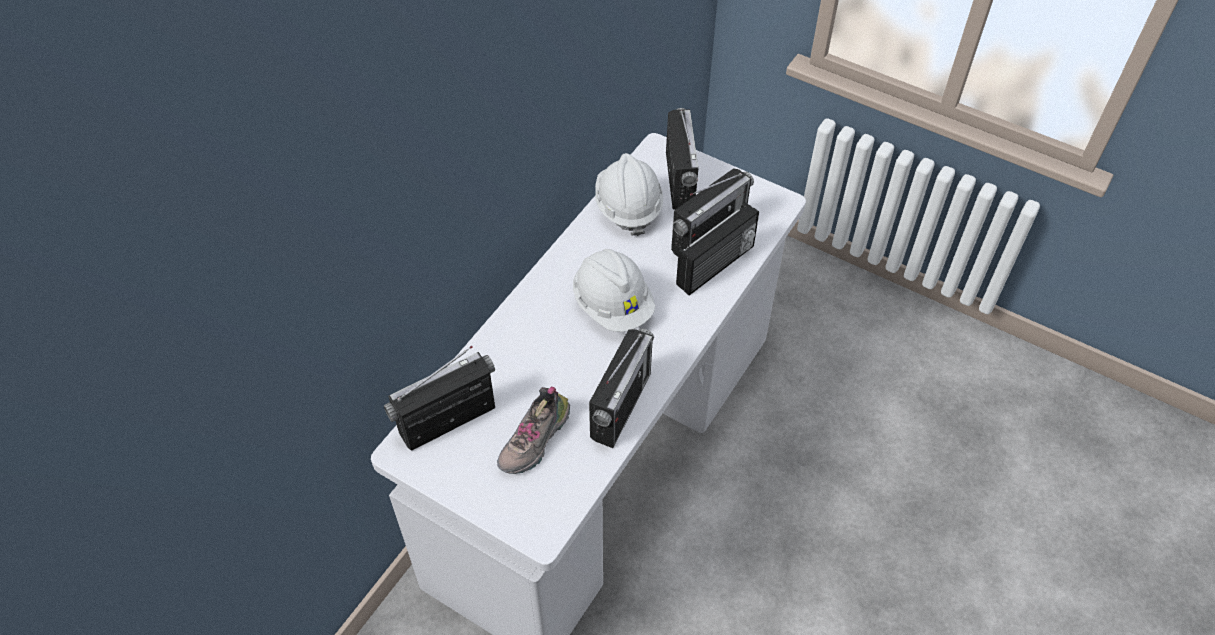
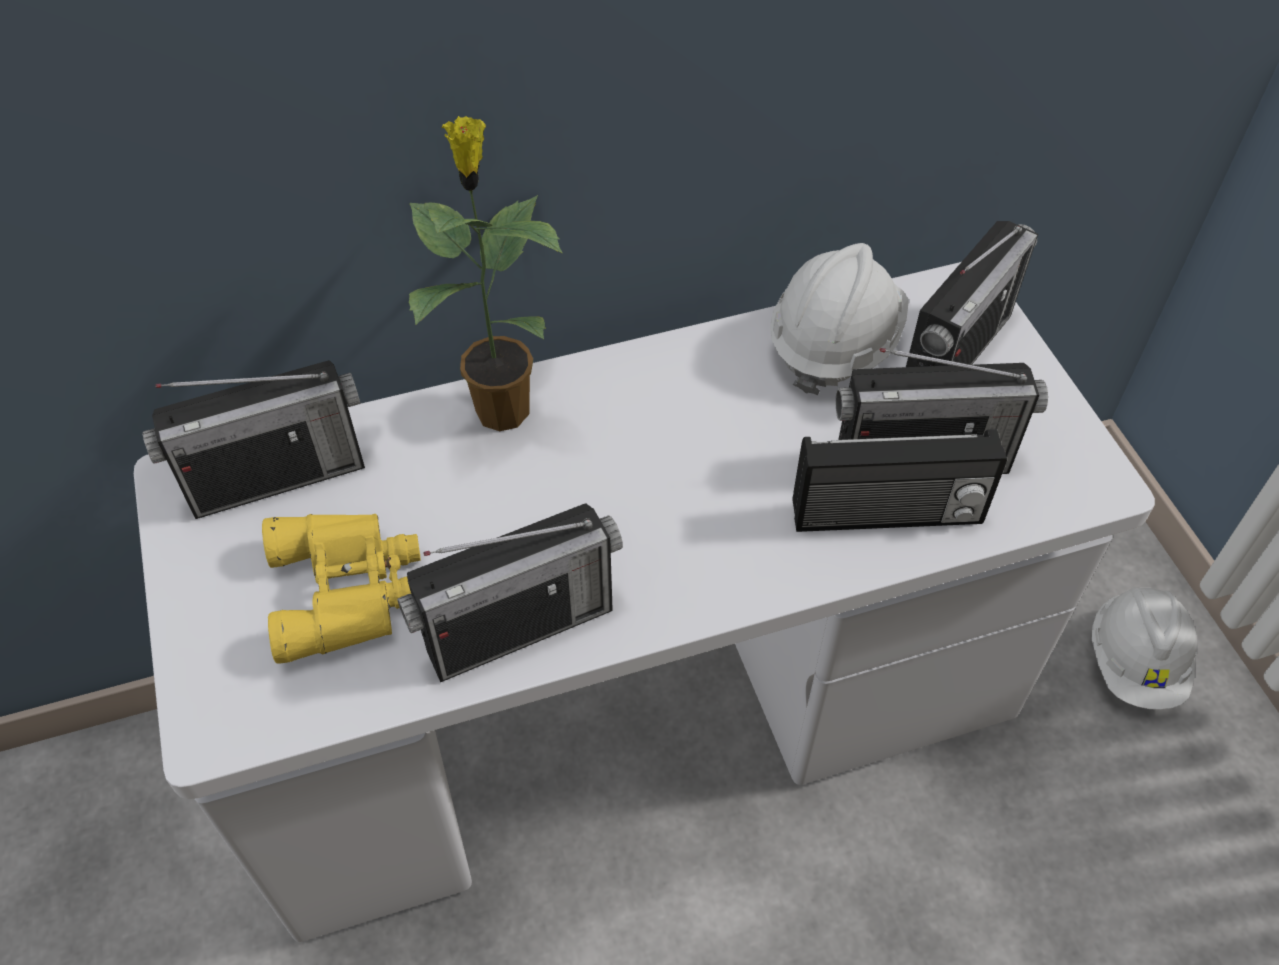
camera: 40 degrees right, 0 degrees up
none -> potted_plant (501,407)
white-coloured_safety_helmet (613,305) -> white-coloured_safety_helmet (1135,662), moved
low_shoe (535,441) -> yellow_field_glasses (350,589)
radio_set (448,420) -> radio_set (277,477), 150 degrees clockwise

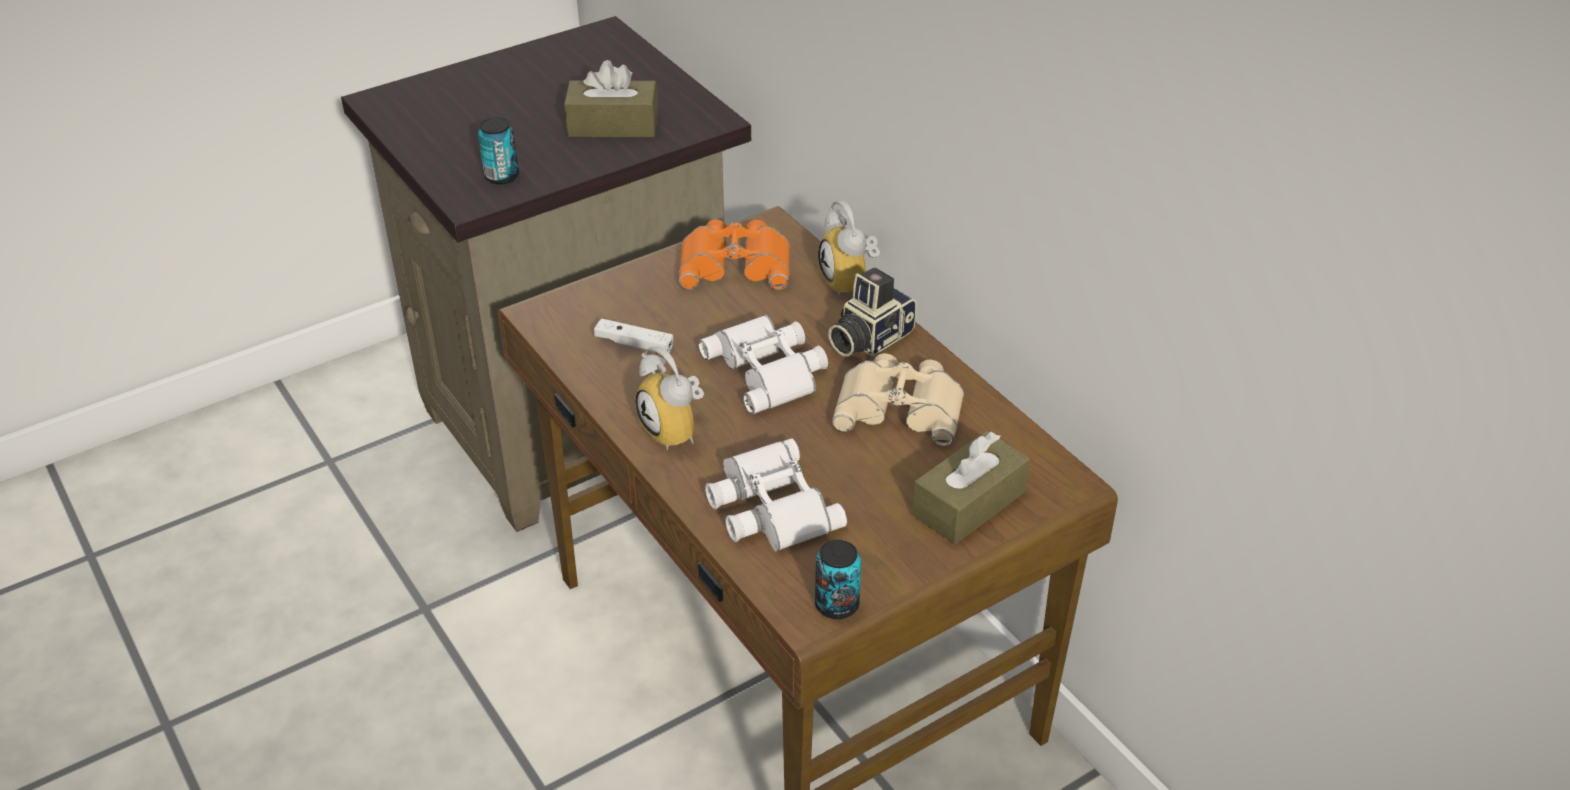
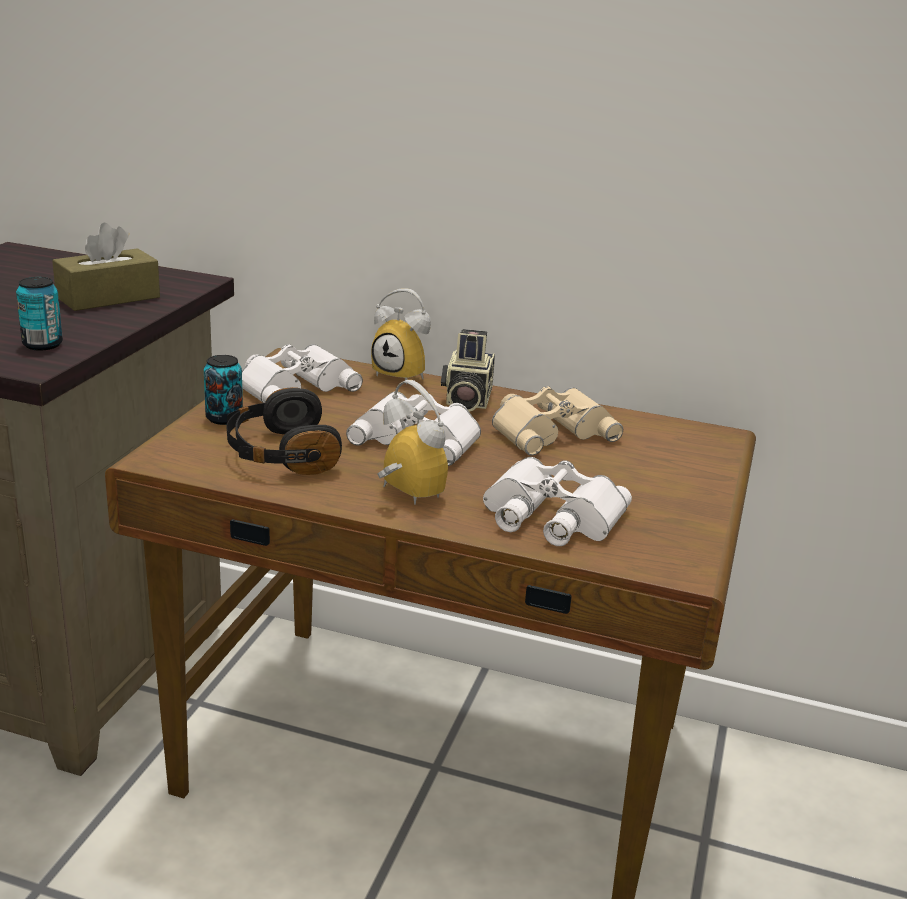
camera: 40 degrees left, 15 degrees down
brown_box_of_tissues (969,503) -> none
can (837,605) -> can (224,418), moved
white-coloured_joypad (634,344) -> black-coloured_headset (280,454)
orange-coloured_field_glasses (736,263) -> white-coloured_field_glasses (294,385)
alarm_clock (677,430) -> alarm_clock (402,495), 150 degrees counterclockwise

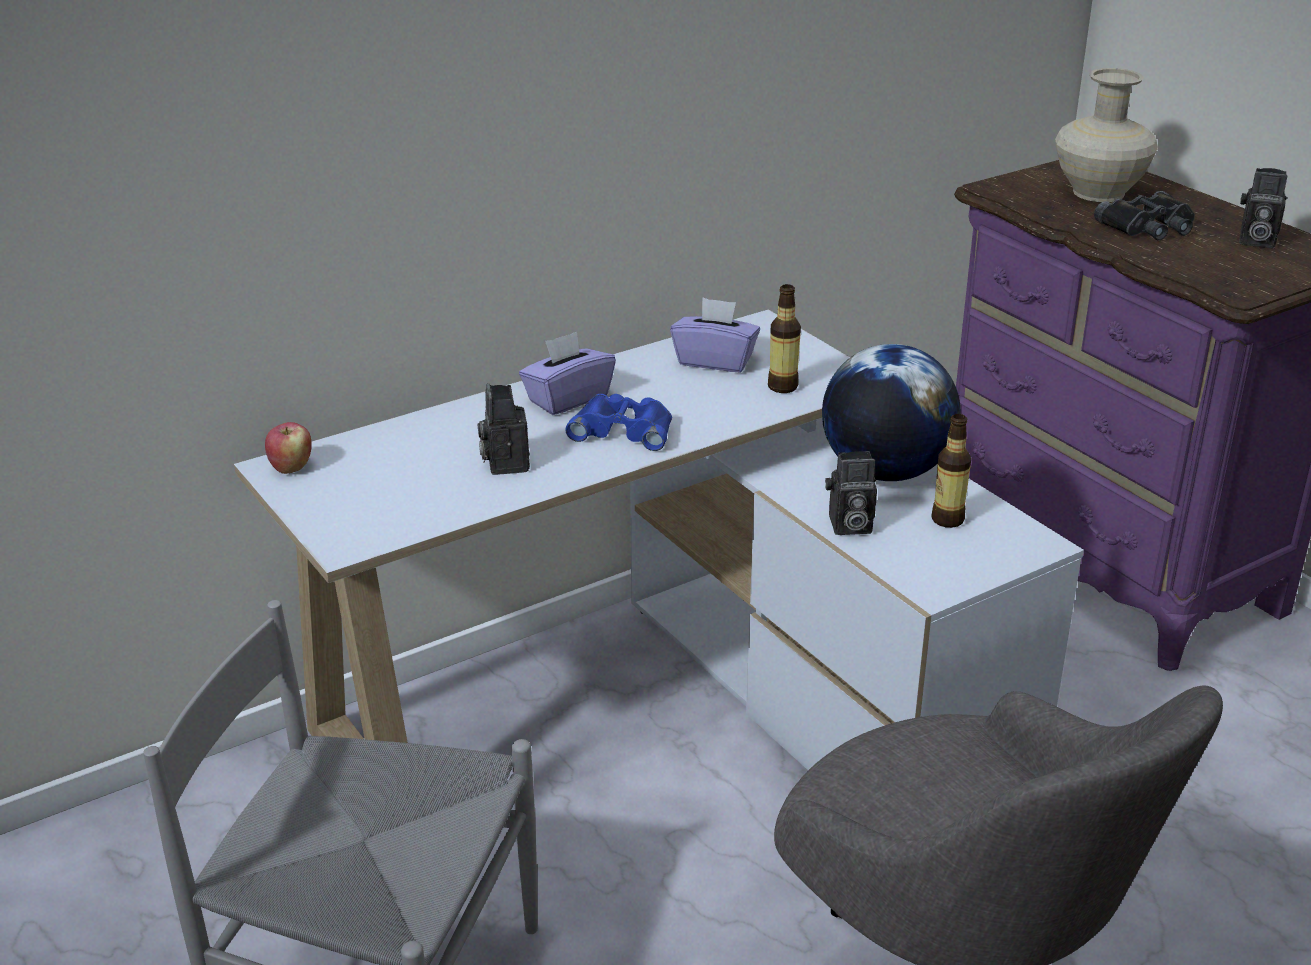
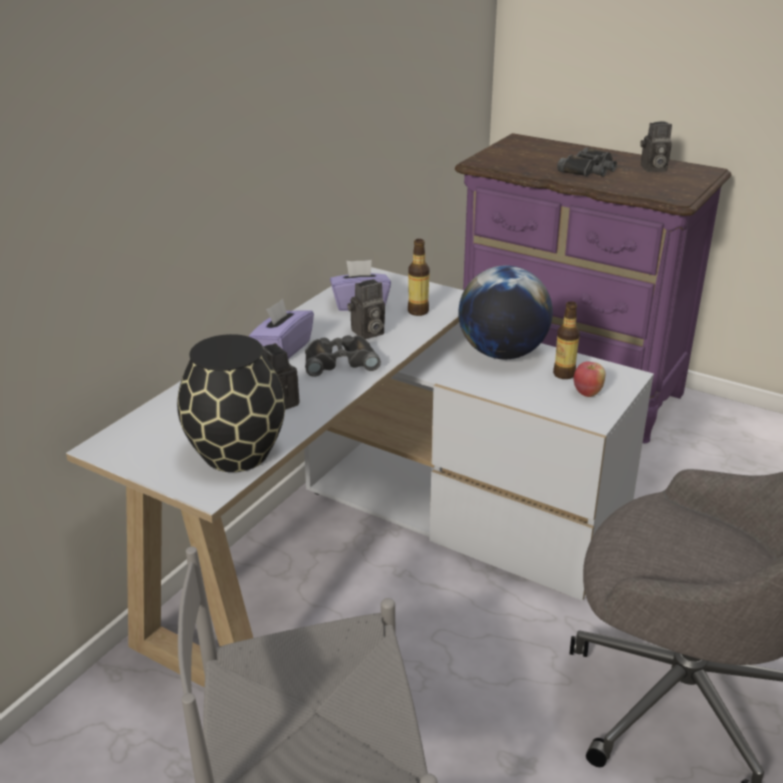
camera: 25 degrees left, 0 degrees up
beige_vase (1097,193) -> none
none -> black-coloured_vase (235,454)
whole_apple (291,468) -> whole_apple (587,392), moved
still_camera (848,526) -> still_camera (367,333), moved
bluish_field_glasses (623,430) -> black-coloured_field_glasses (339,361)

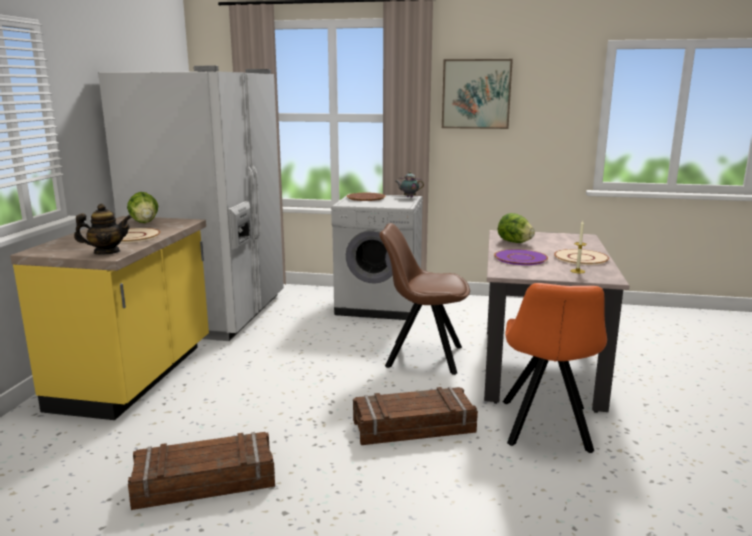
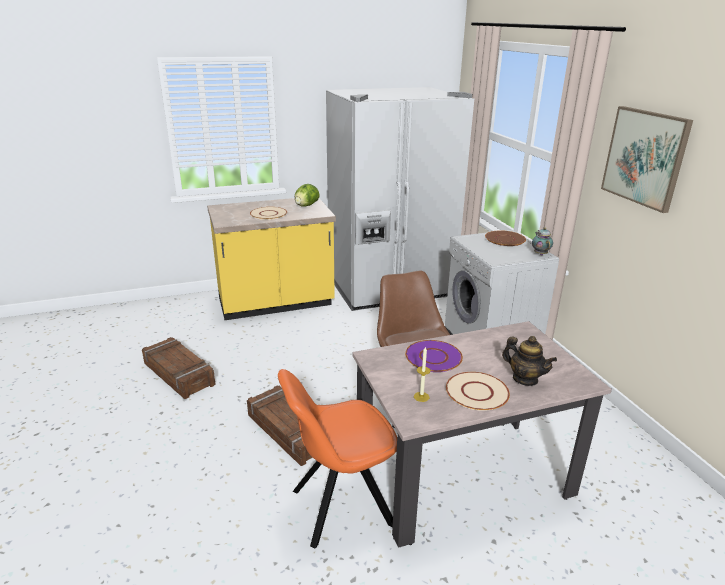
camera: 60 degrees right, 10 degrees up
lettuce_head (514,242) -> none
teapot (106,252) -> teapot (525,379), moved

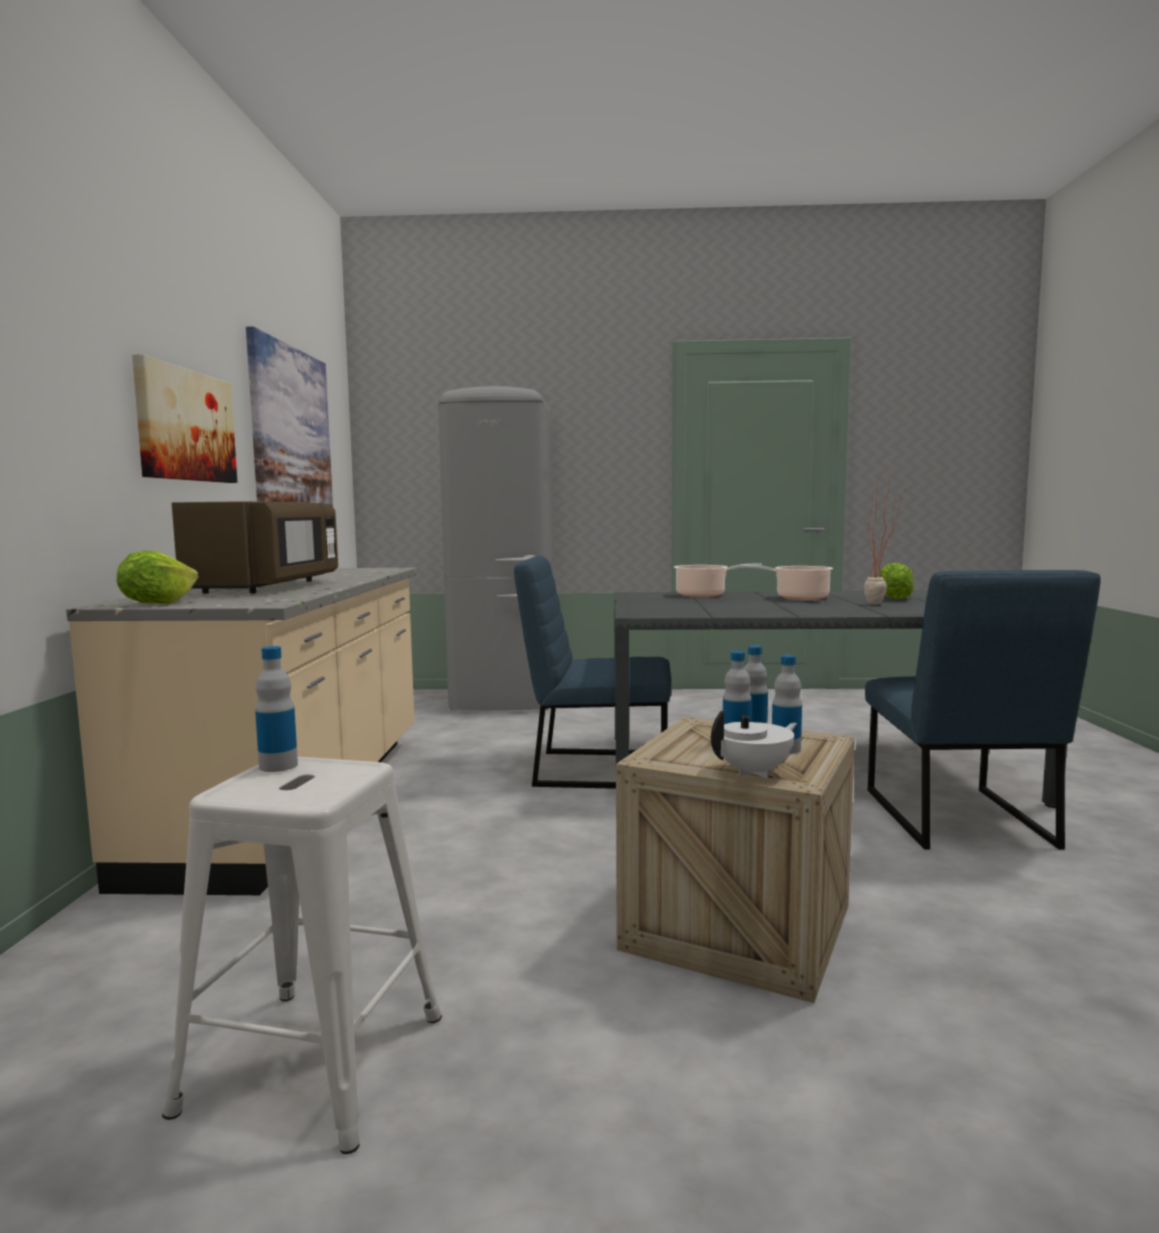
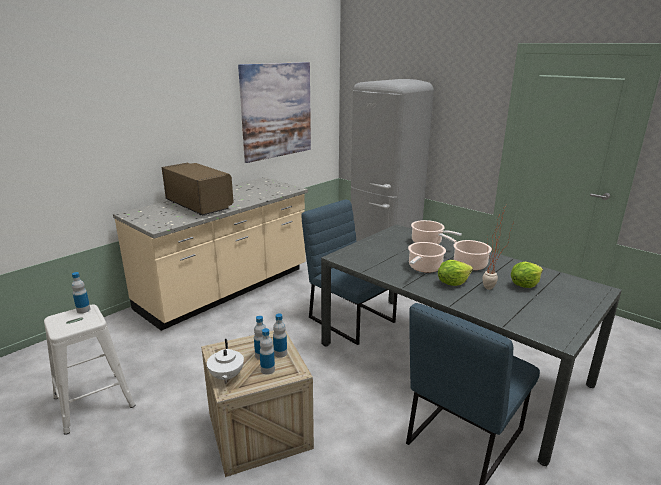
camera: 40 degrees right, 15 degrees up
picture (185,425) -> none
none -> stockpot (424,268)
lettuce_head (157,603) -> lettuce_head (452,283), moved
brown_kitchen_microwave (267,587) -> brown_kitchen_microwave (200,205), 90 degrees counterclockwise
white-coloured_teapot (754,772) -> white-coloured_teapot (226,376), 75 degrees clockwise

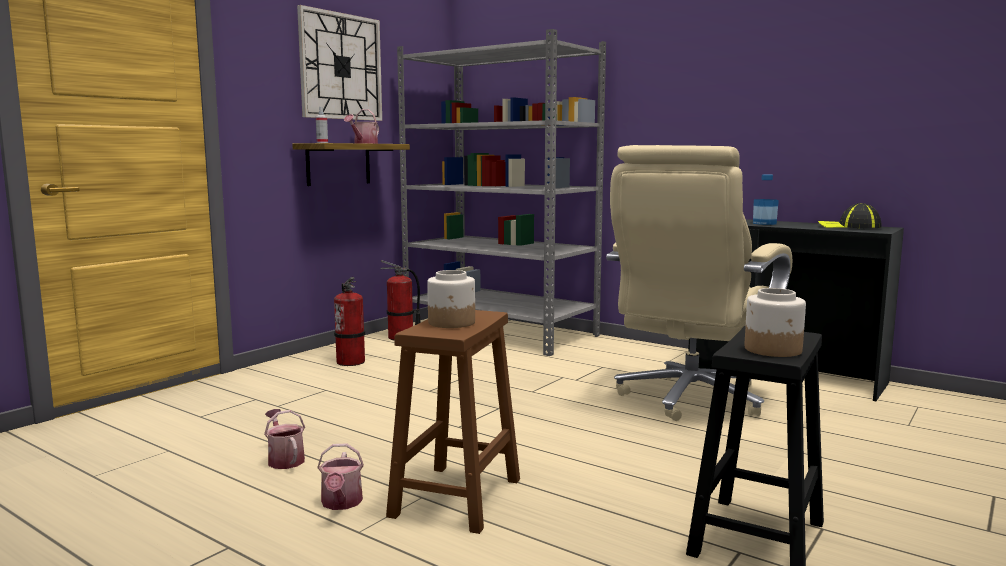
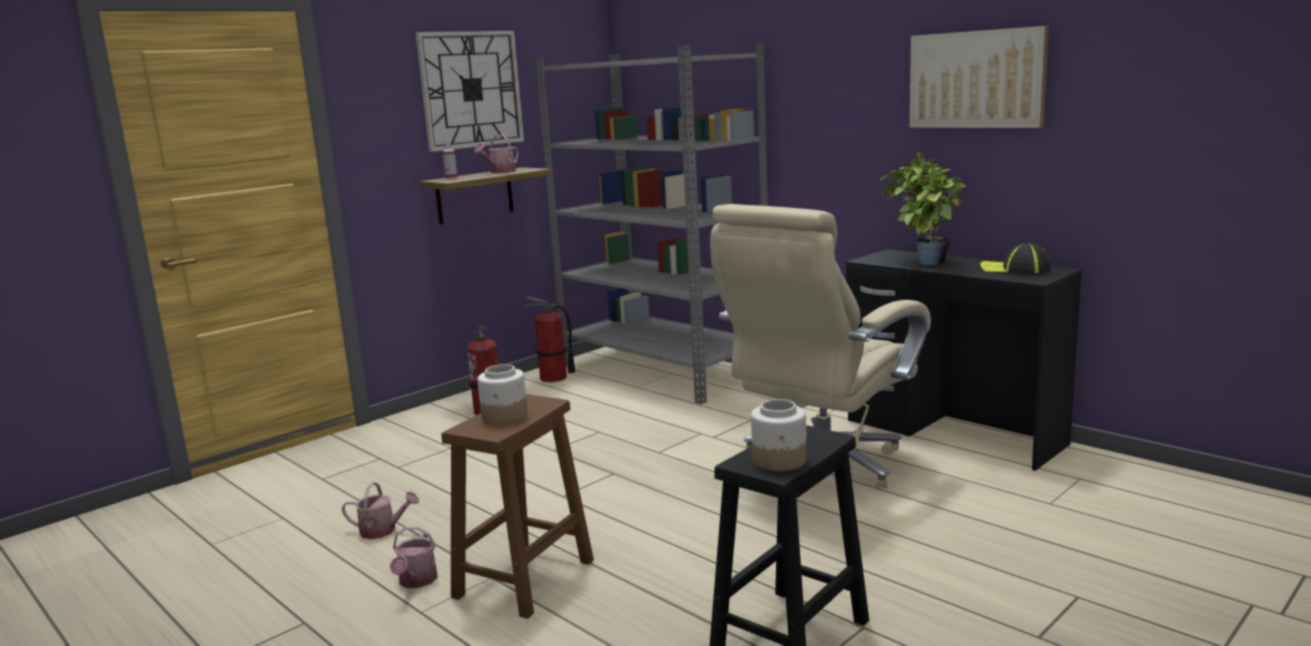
camera: 10 degrees right, 5 degrees up
none -> picture (977,79)
drink_bottle (764,223) -> potted_plant (924,263)
watering_can (284,459) -> watering_can (383,530), 120 degrees clockwise

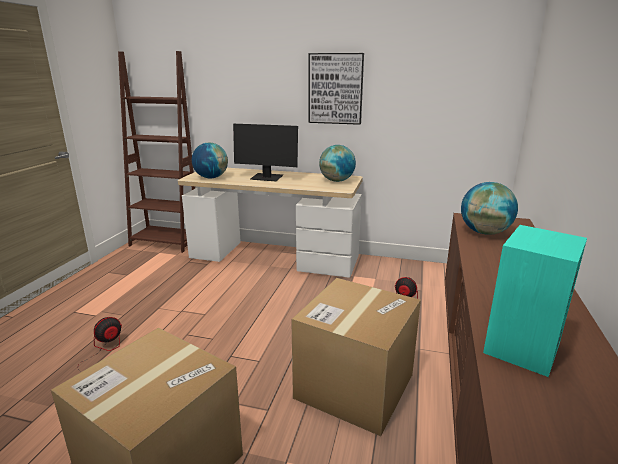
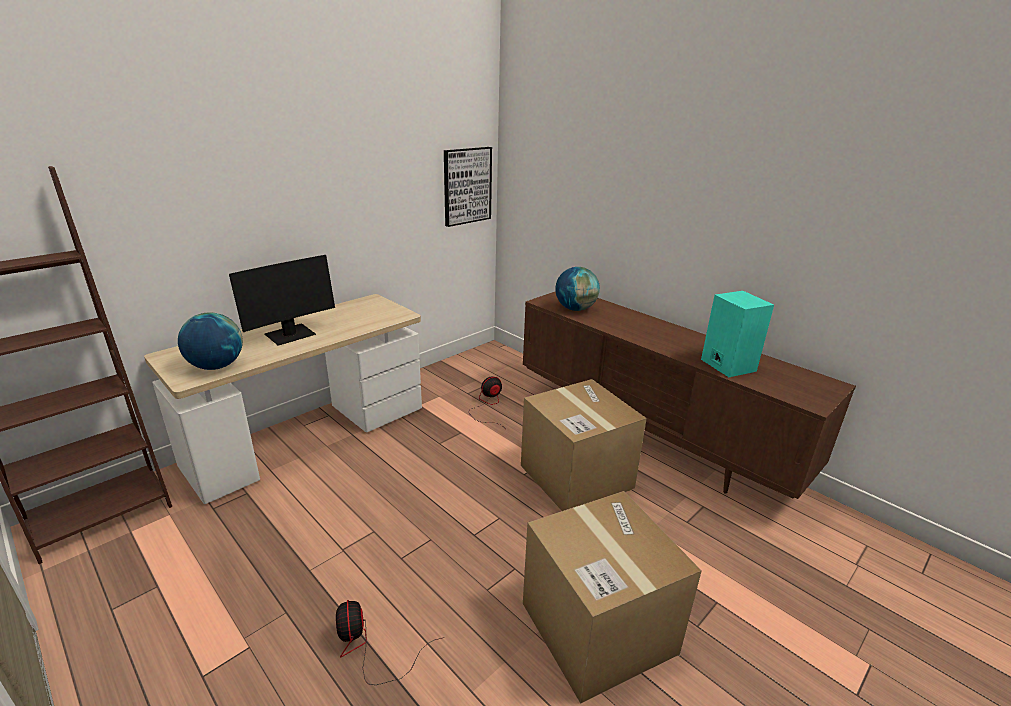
camera: 60 degrees left, 5 degrees up
world_globe (337,181) -> none
picture (335,89) -> picture (467,186), moved

